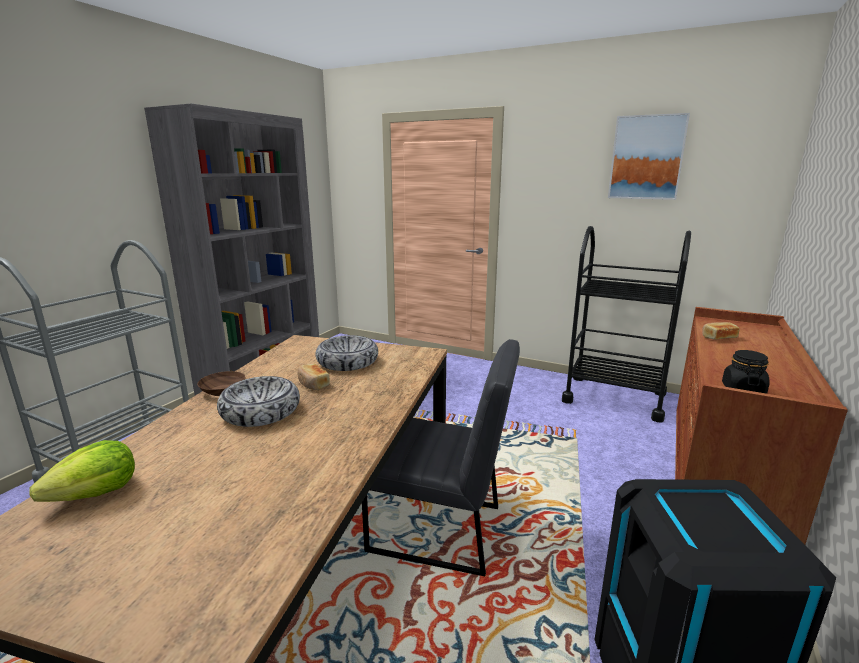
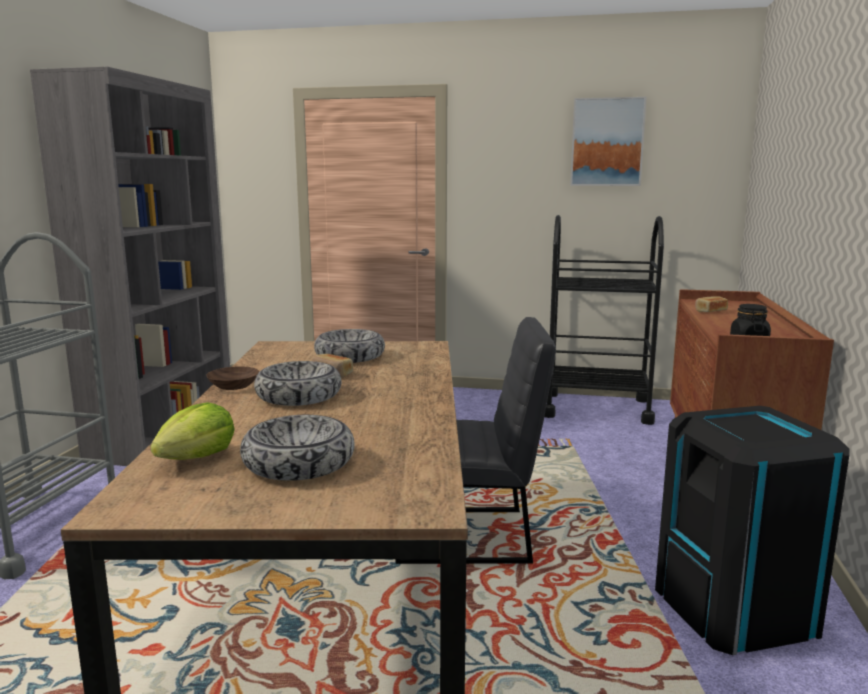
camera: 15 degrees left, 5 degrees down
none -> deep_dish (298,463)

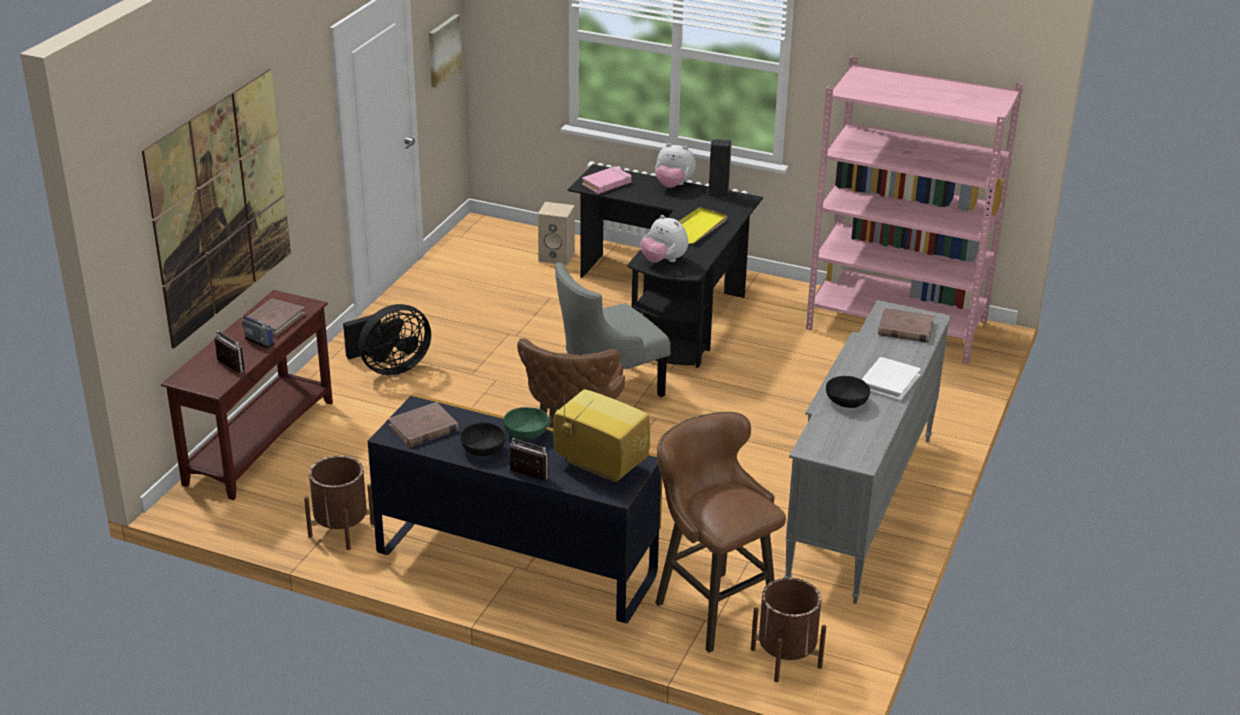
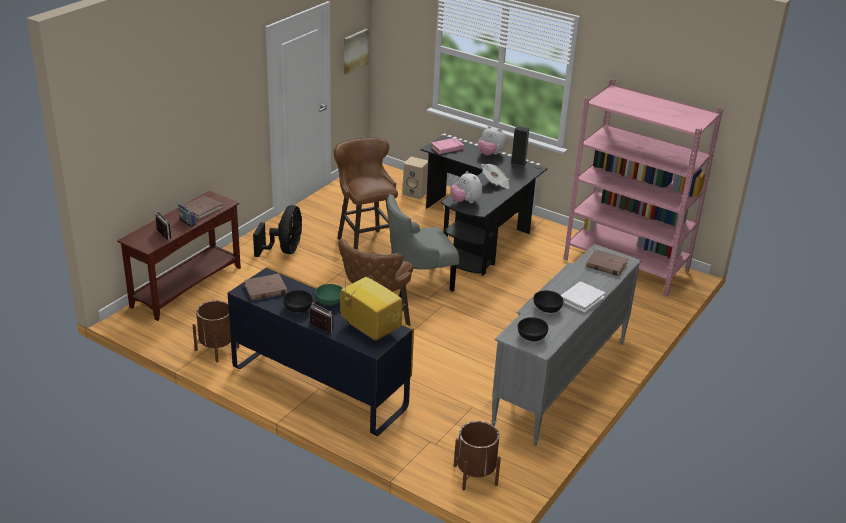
camera: 10 degrees right, 0 degrees up
picture (221,206) -> none
none -> black-coloured_deep_dish (531,336)
brown_stool (712,608) -> brown_stool (365,244), moved
yellow_carrying_tray (696,228) -> printed_paper (495,183)
black-coloured_electric_fan (390,368) -> black-coloured_electric_fan (284,250), 60 degrees counterclockwise

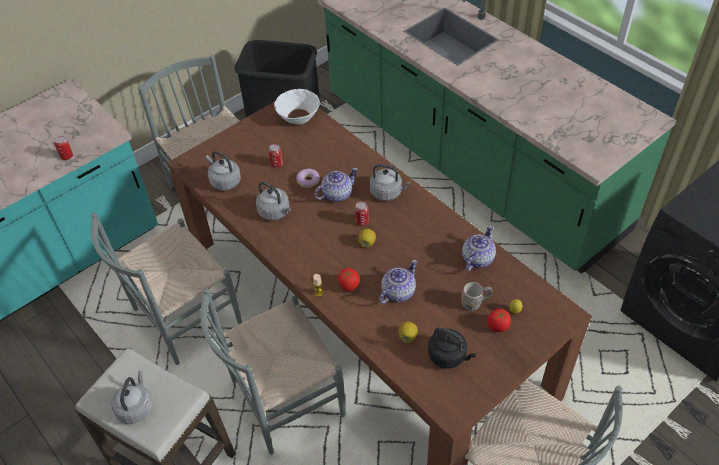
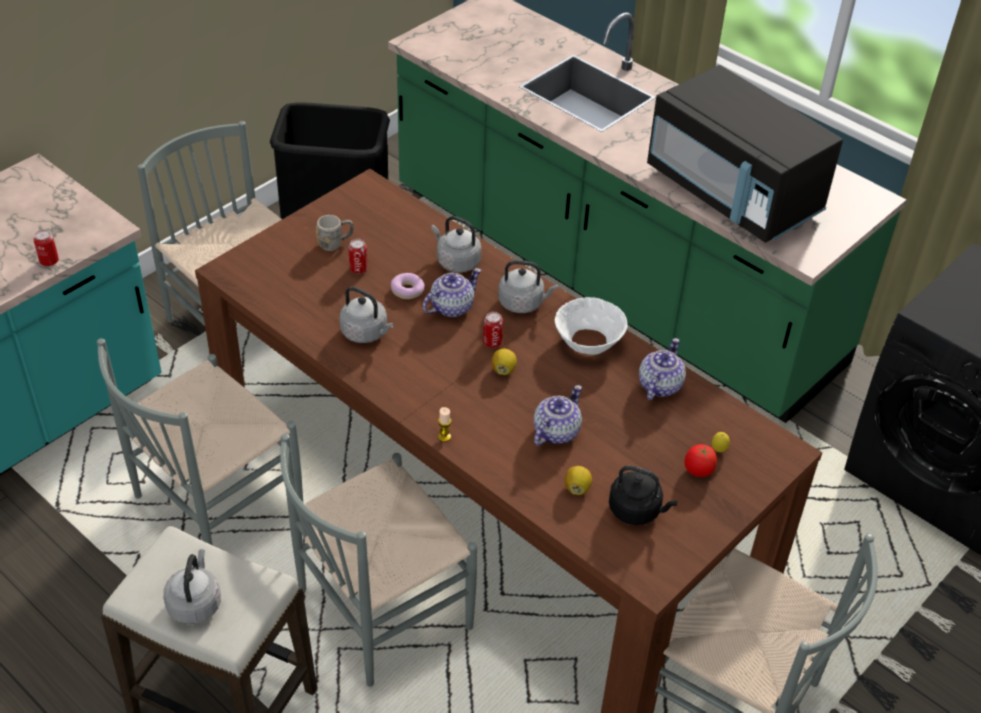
camera: 10 degrees left, 5 degrees down
whole_tomato (348,285) -> none
none -> black-coloured_kitchen_microwave (733,193)
gray_water_kettle (224,181) -> gray_water_kettle (456,261), moved
white-coloured_deep_dish (298,116) -> white-coloured_deep_dish (588,341), moved
gray_mug (475,303) -> gray_mug (335,243), moved

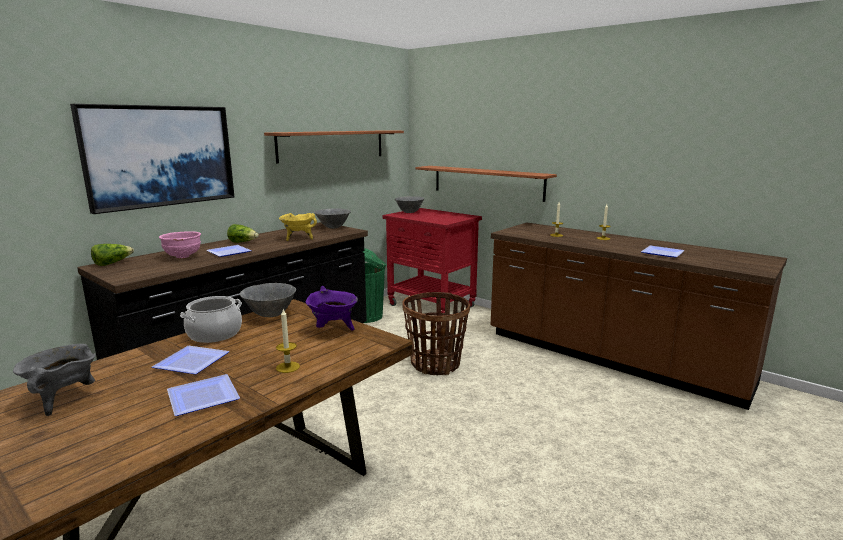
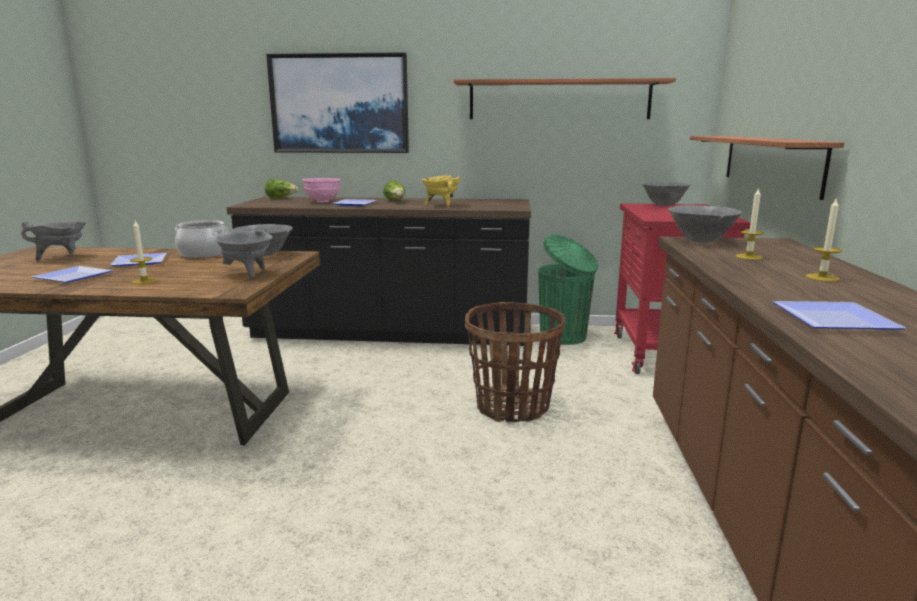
camera: 55 degrees right, 0 degrees up
gray_deep_dish (333,228) -> gray_deep_dish (701,241), moved
purplish_stockpot (333,330) -> gray_stockpot (247,274)

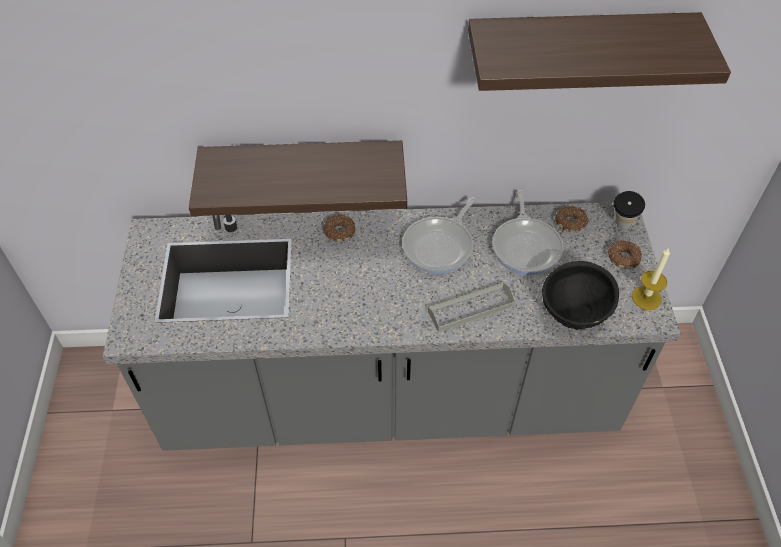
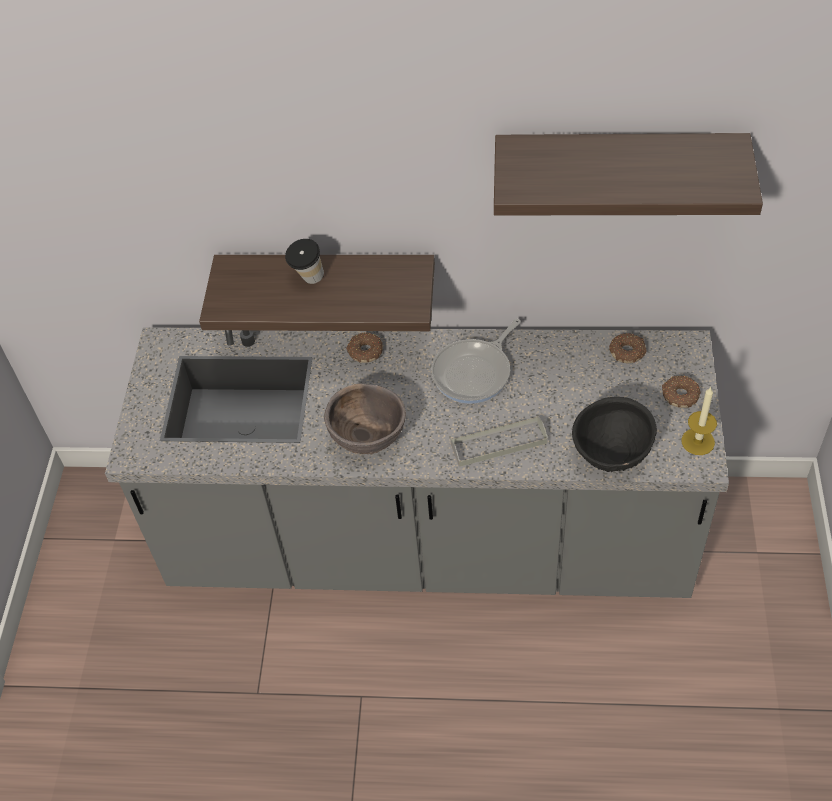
camera: 10 degrees right, 0 degrees up
frying_pan (526,246) -> none
none -> brown_deep_dish (368,440)
drinking_cup (621,226) -> drinking_cup (308,281), moved

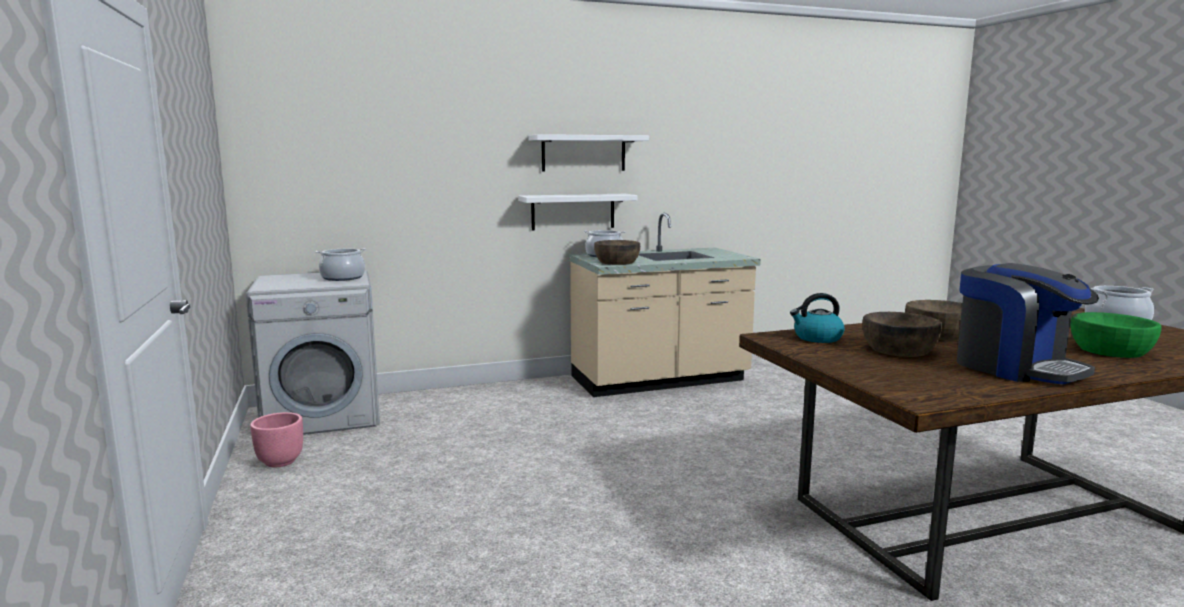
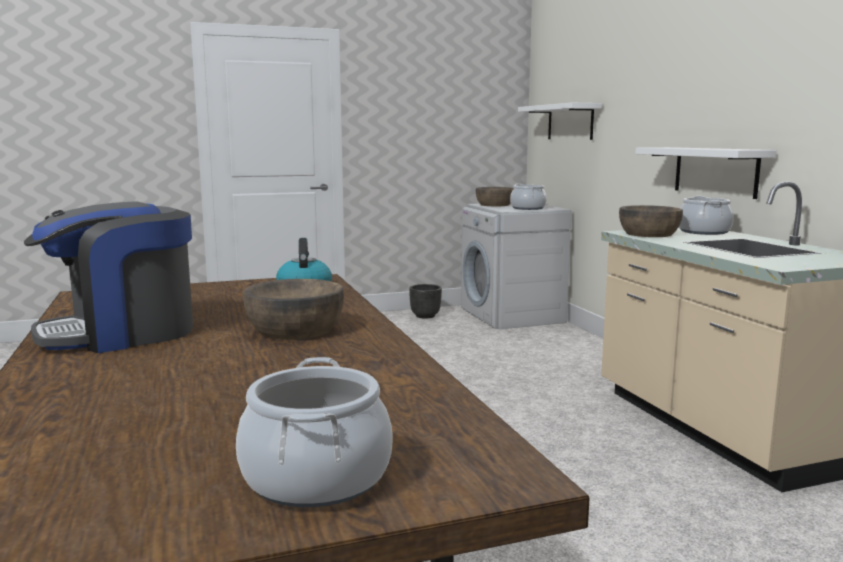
camera: 90 degrees right, 0 degrees up
greenish_deep_dish (1110,350) -> none
white-coloured_shelf (583,153) -> white-coloured_shelf (570,122), moved
brown_deep_dish (899,349) -> brown_deep_dish (494,205), moved
pink-coloured_plant_pot (279,462) -> black-coloured_plant_pot (425,316)

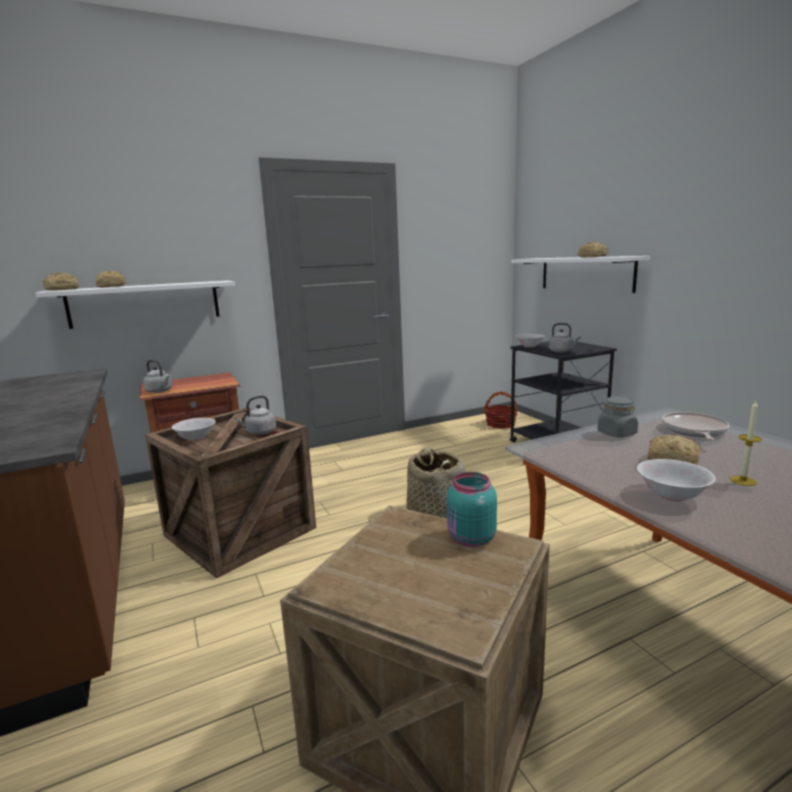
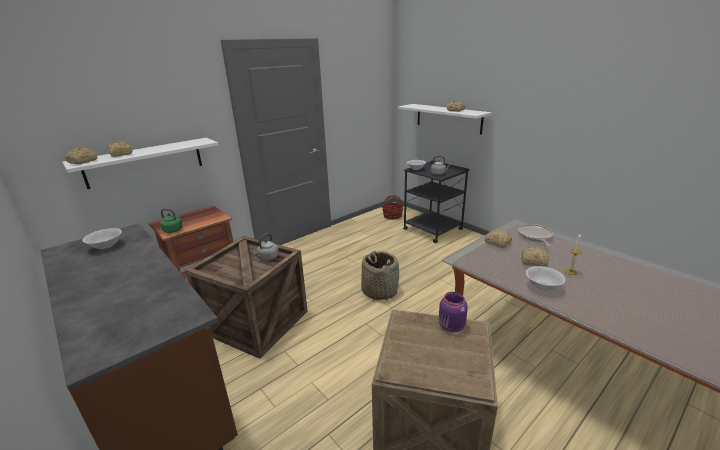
camera: 15 degrees left, 10 degrees up
white-coloured_deep_dish (195,438) -> white-coloured_deep_dish (106,246), moved
gray_preserve_jar (616,433) -> bread (497,242)
gray_water_kettle (160,391) -> greenish_water_kettle (174,230)
blue-green_preserve_jar (470,539) -> purplish_preserve_jar (451,327)

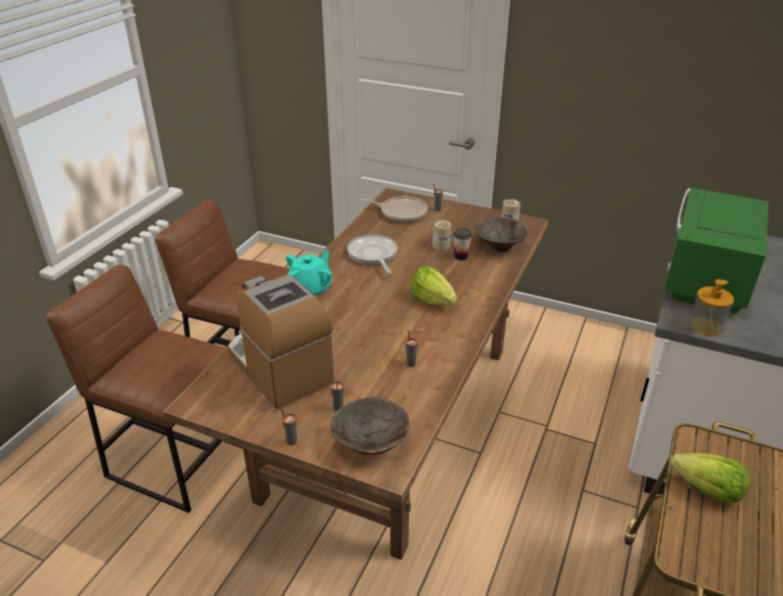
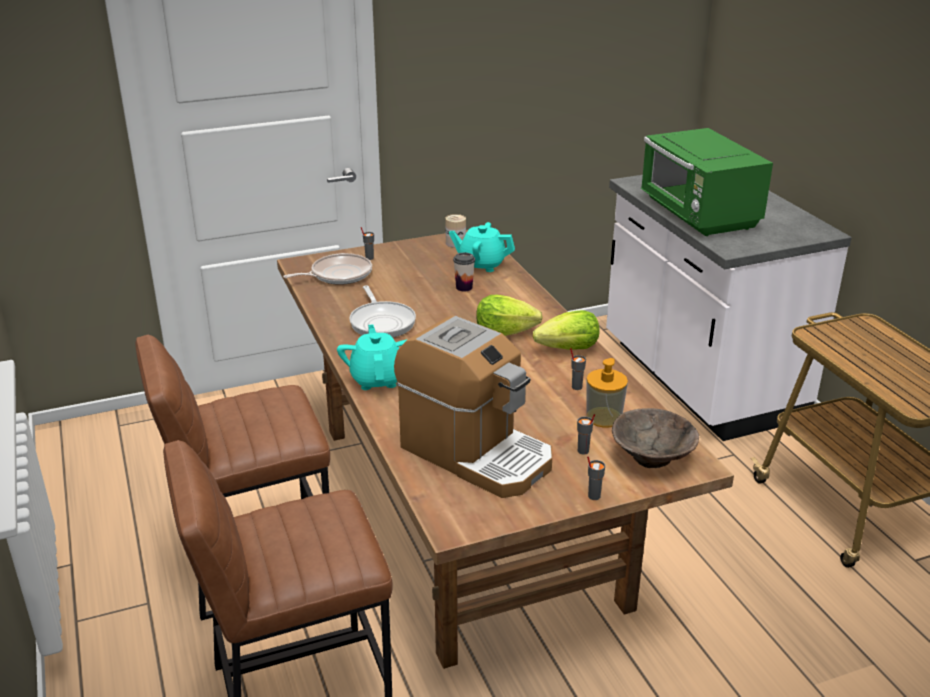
camera: 45 degrees left, 5 degrees down
can (441,245) -> none
lettuce_head (708,491) -> lettuce_head (569,349), moved
soap_bottle (705,326) -> soap_bottle (604,417), moved
brown_deep_dish (500,246) -> blue-green_teapot (481,264)
coffee_brewer (279,368) -> coffee_brewer (476,453), 150 degrees counterclockwise
frying_pan (373,255) -> frying_pan (382,322), 135 degrees counterclockwise

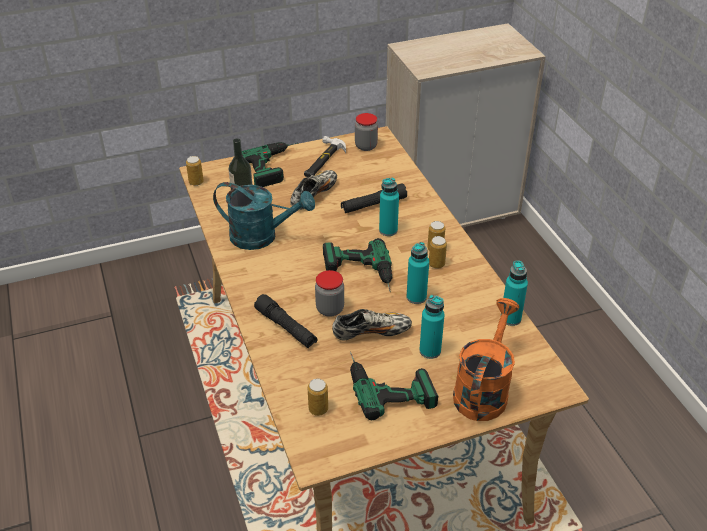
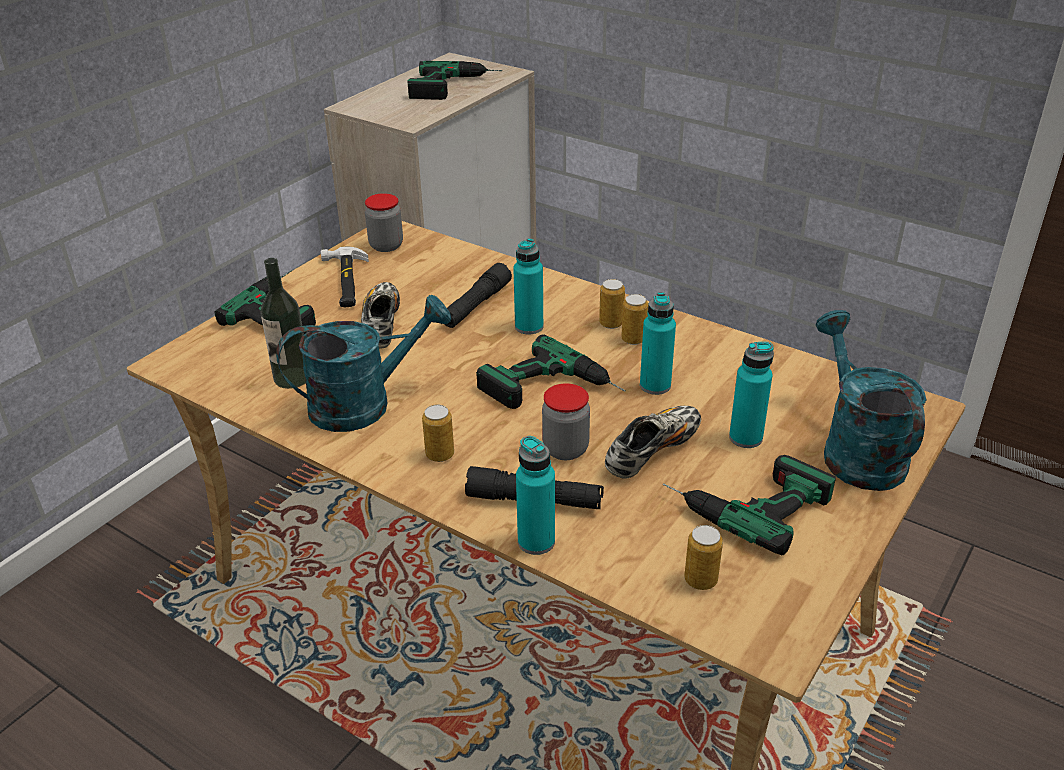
camera: 35 degrees left, 5 degrees down
none -> electric_drill (456,86)
can (196,182) -> can (440,455), moved
blue-green_drink_bottle (510,318) -> blue-green_drink_bottle (536,541), moved
orange-coloured_watering_can (483,390) -> blue-green_watering_can (856,450)

